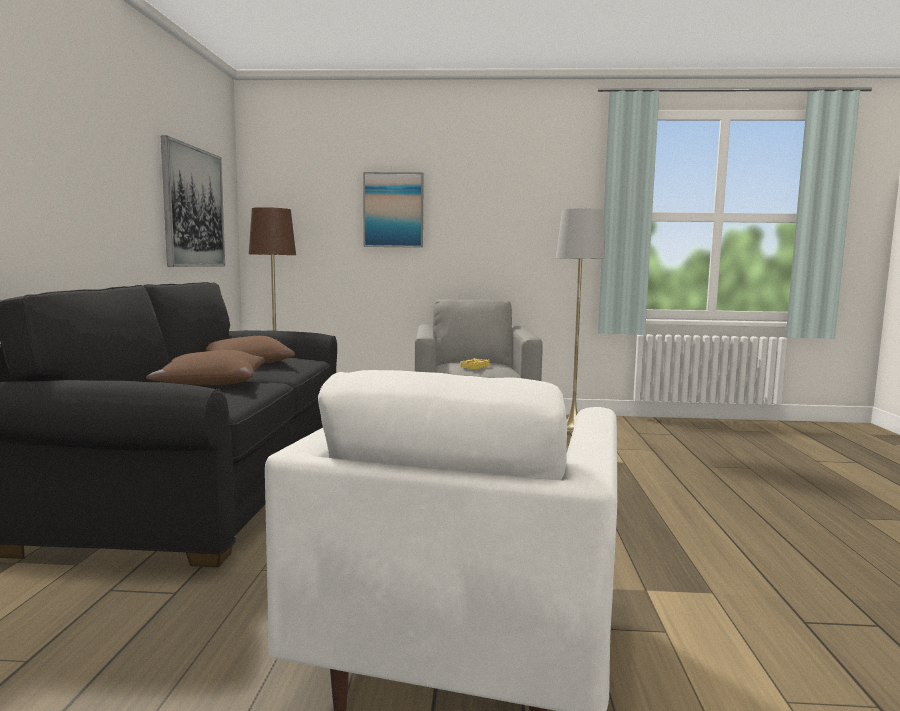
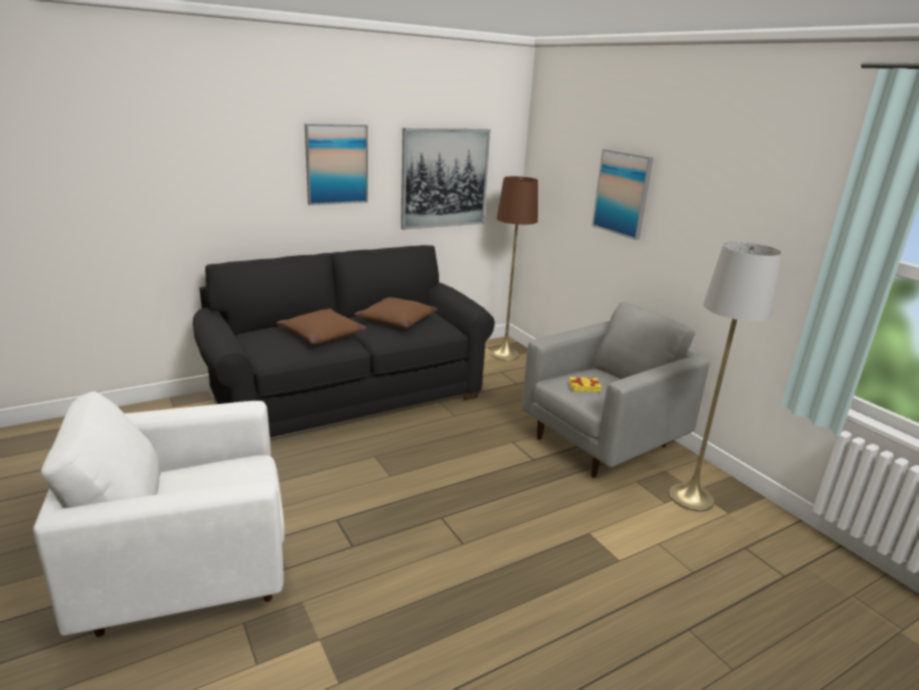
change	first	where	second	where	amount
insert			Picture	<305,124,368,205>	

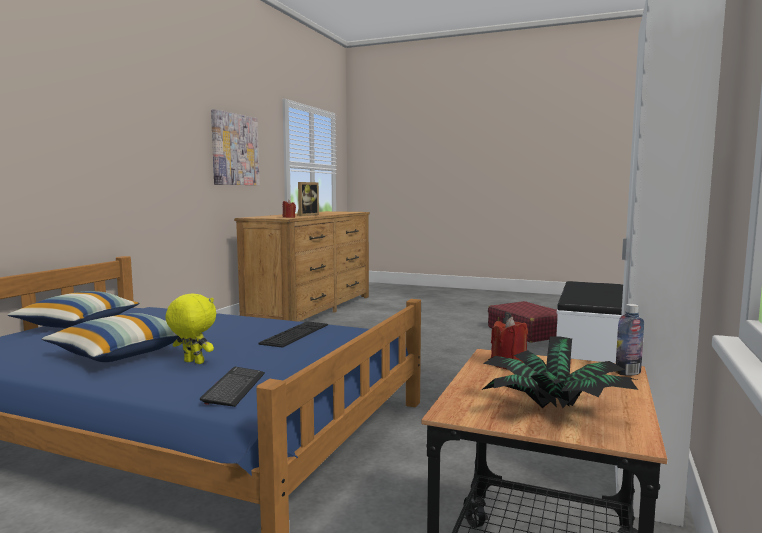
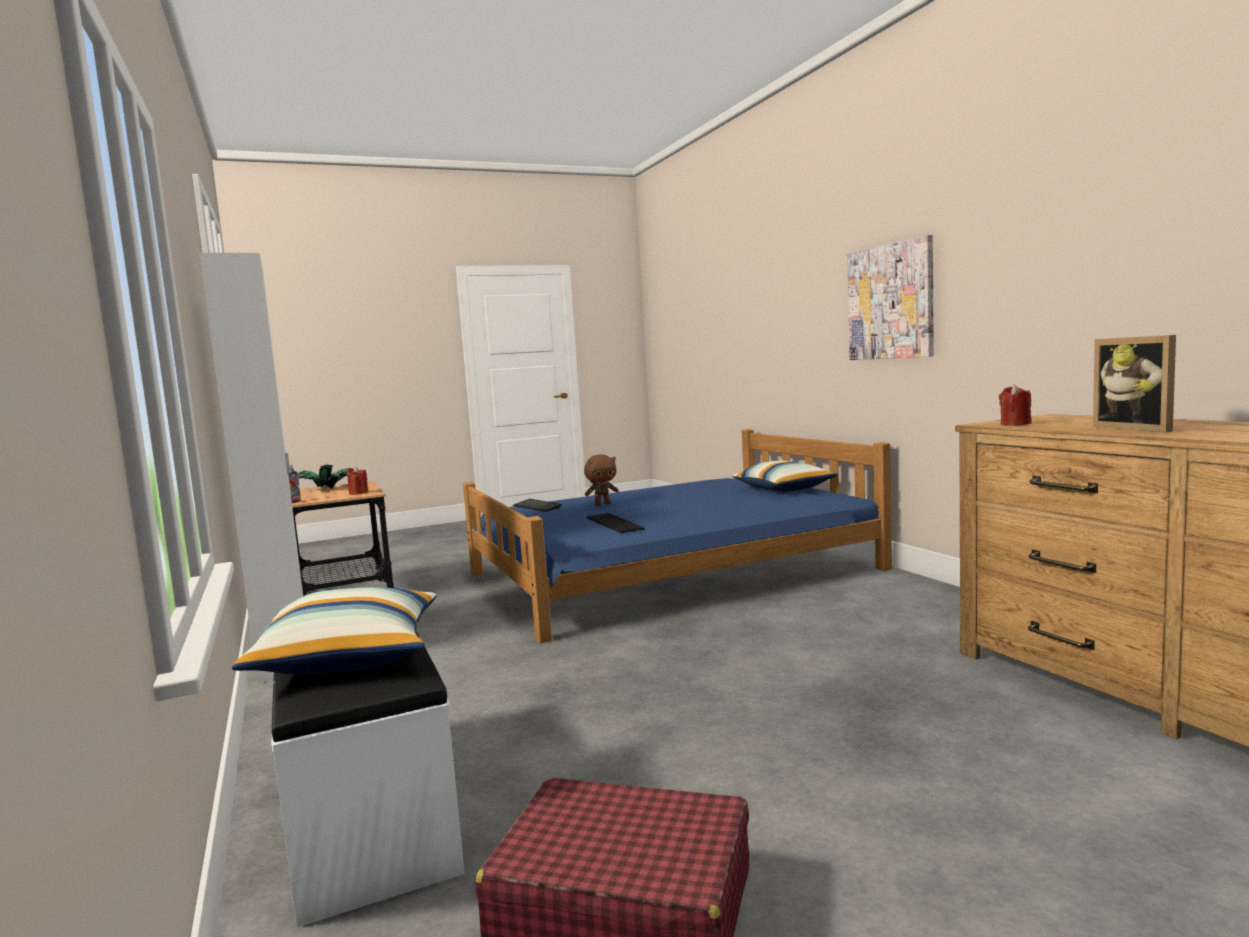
change	first	where	second	where	amount
move	Pillow	<42,313,179,362>		<232,587,437,675>	
move	Picture	<211,109,260,185>		<847,235,934,360>	
recolor	YellowPlushToy	<165,293,216,364>	BrownPlushToy	<584,454,619,505>	

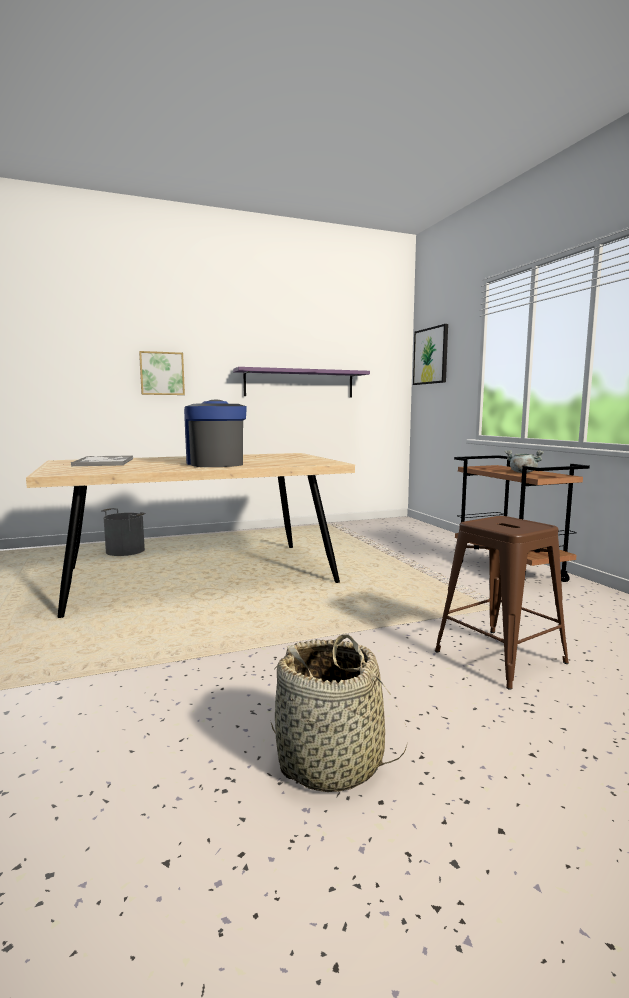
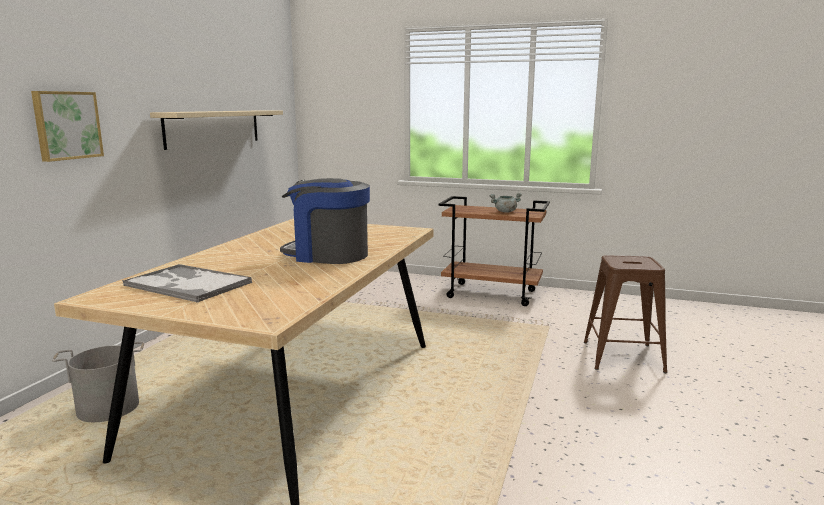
change	first	where	second	where	amount
delete	Basket	<271,634,408,792>			
delete	Picture	<413,324,448,385>			
recolor	PurpleShelf	<233,367,370,397>	BeigeShelf	<150,110,283,150>	

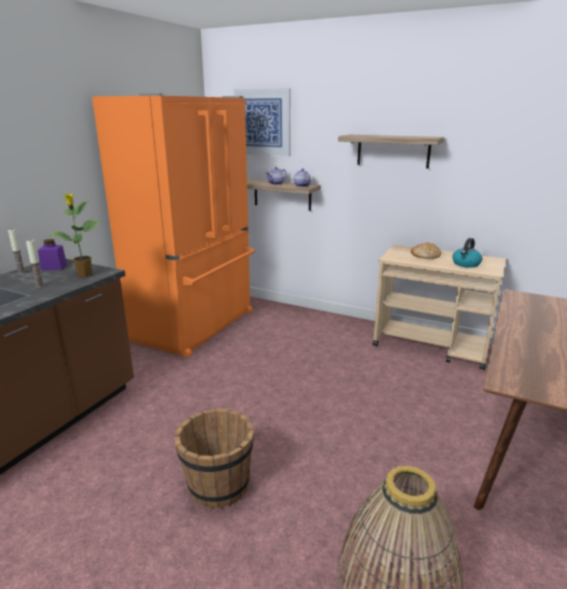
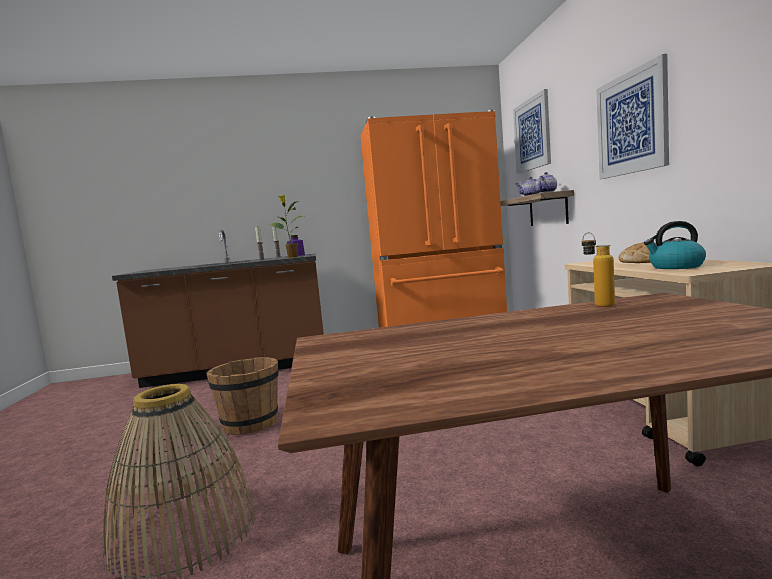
change	first	where	second	where	amount
insert			Bottle	<582,232,615,307>	
replace	Shelf	<338,135,444,169>	Picture	<596,54,669,179>	

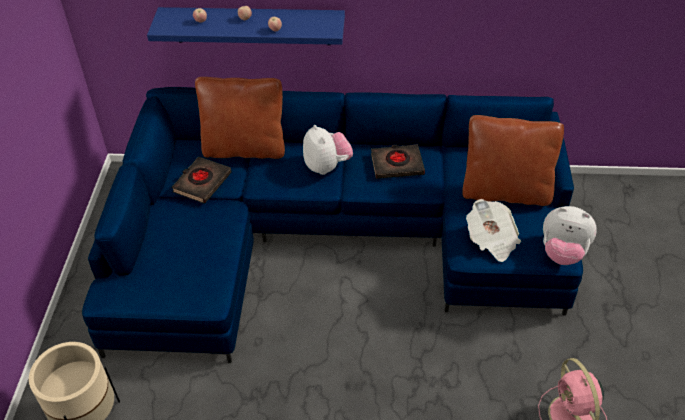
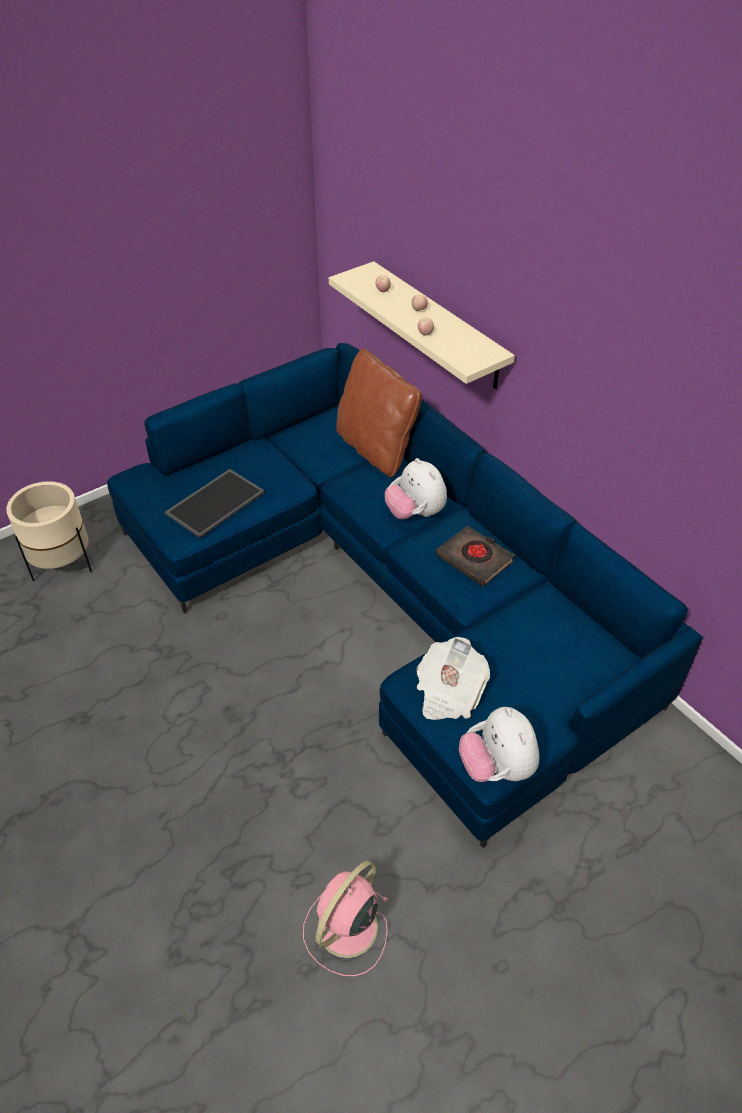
change	first	where	second	where	amount
delete	BlackBook	<172,156,232,204>			
delete	BrownPillow	<462,115,564,206>			
insert			Tray	<165,469,265,538>	
recolor	BlueShelf	<147,7,345,45>	BeigeShelf	<329,261,515,389>	
rotate	PlushToy	<303,125,353,175>		<385,458,447,519>	120 degrees clockwise

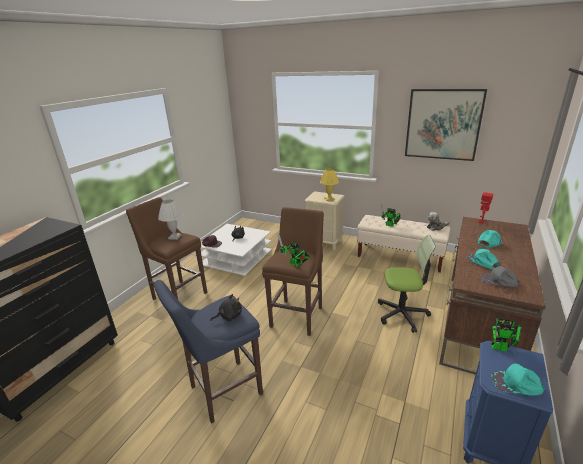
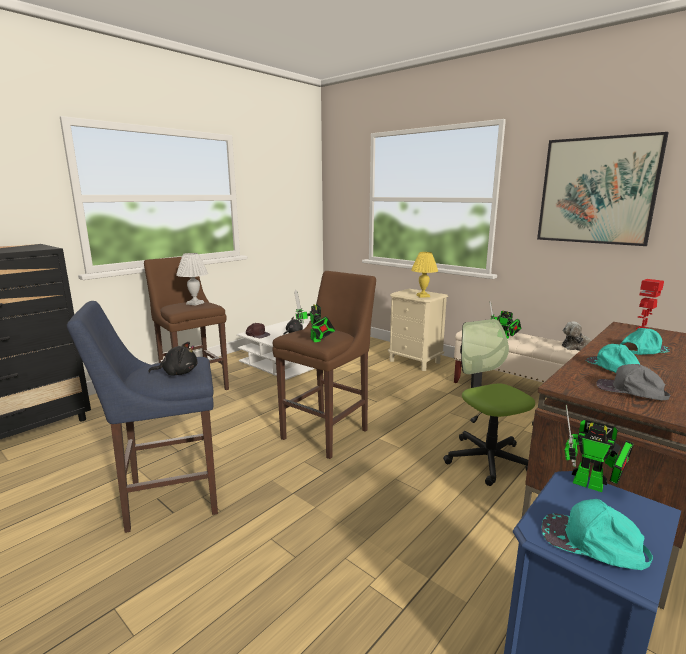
change	first	where	second	where	amount
rotate	OfficeChair	<378,235,436,333>		<443,319,535,486>	135 degrees counterclockwise

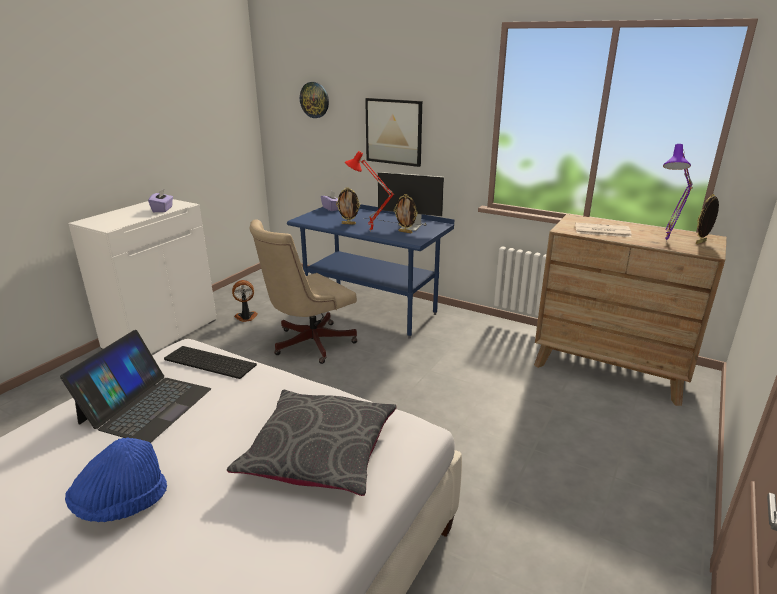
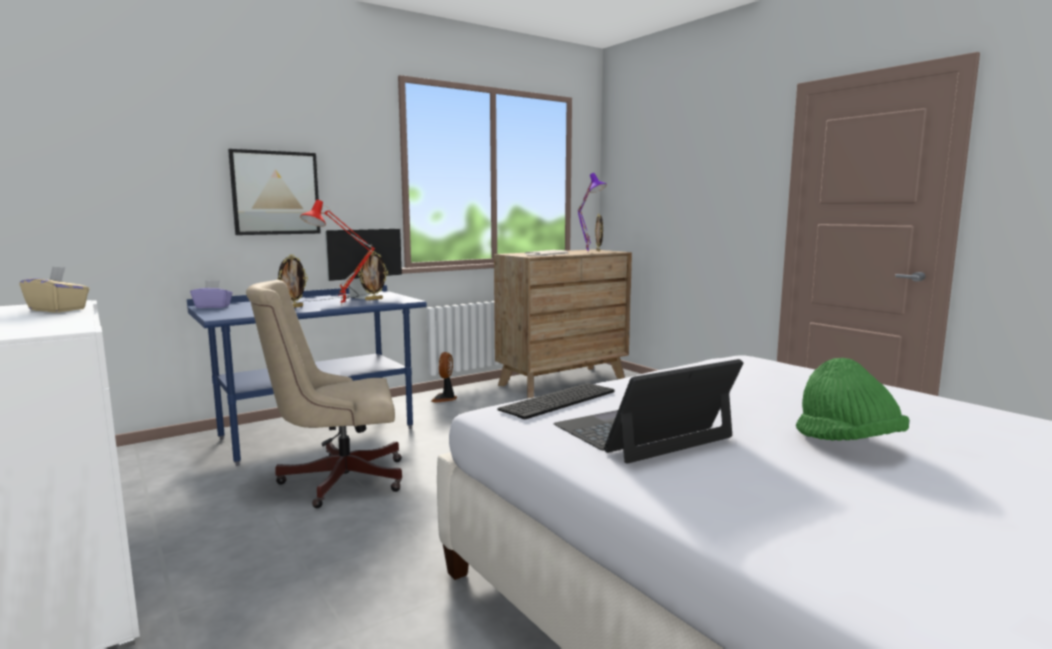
change	first	where	second	where	amount
delete	GreyPillow	<227,390,396,496>			
delete	WallClock	<300,82,329,118>			
move	Fan	<232,280,258,322>		<431,352,457,402>	
recolor	BlueHat	<65,437,167,522>	GreenHat	<796,358,909,441>	
recolor	PurpleTissueBox	<148,189,173,212>	BeigeTissueBox	<19,266,89,313>	
rotate	Laptop	<60,330,211,443>		<553,359,743,463>	75 degrees counterclockwise
rotate	BeigeOfficeChair	<249,219,357,364>		<246,280,402,508>	90 degrees clockwise

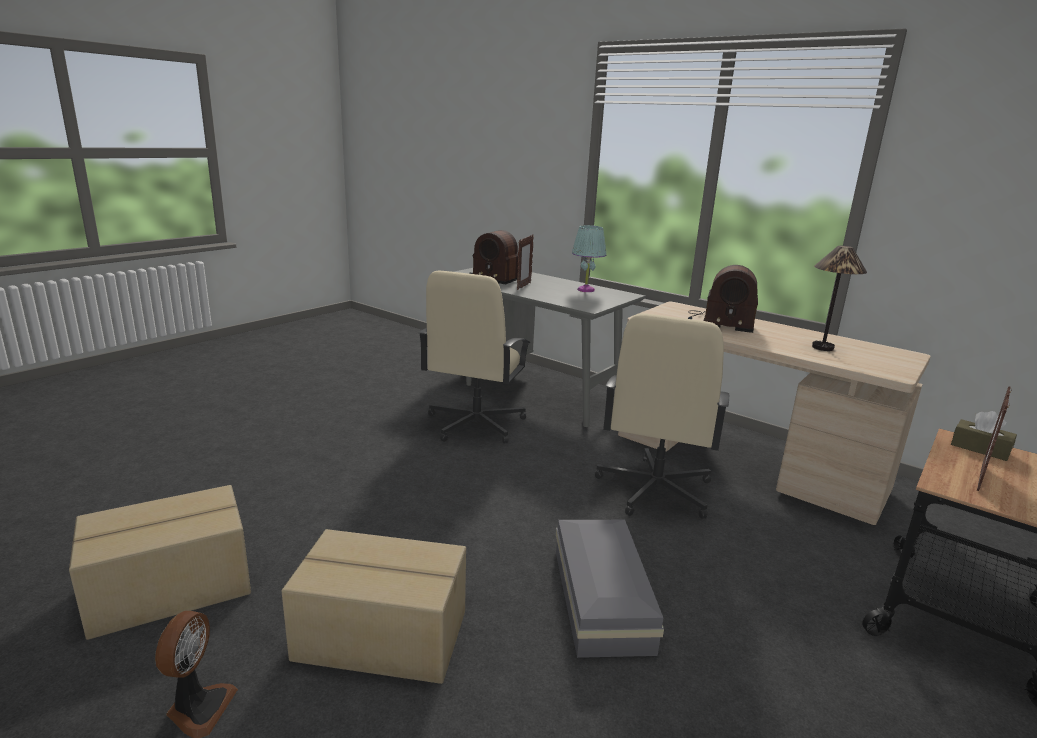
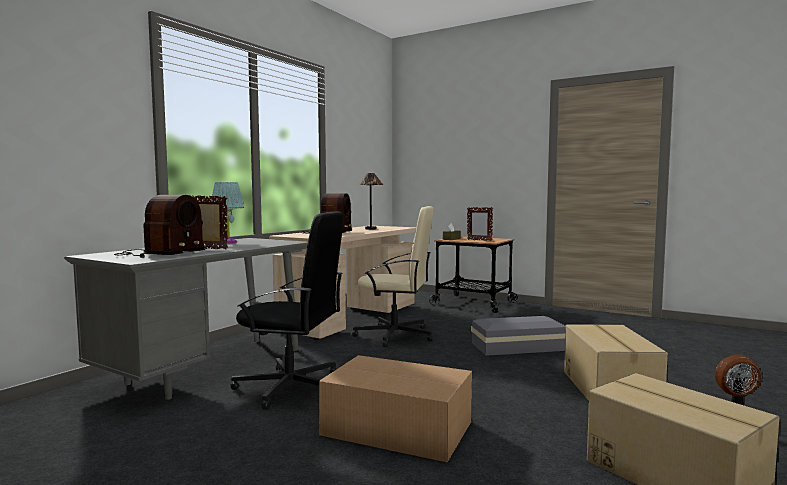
change	first	where	second	where	amount
insert			CardboardBox	<319,355,472,462>	
recolor	BeigeOfficeChair	<418,271,530,444>	BlackOfficeChair	<231,212,343,410>	

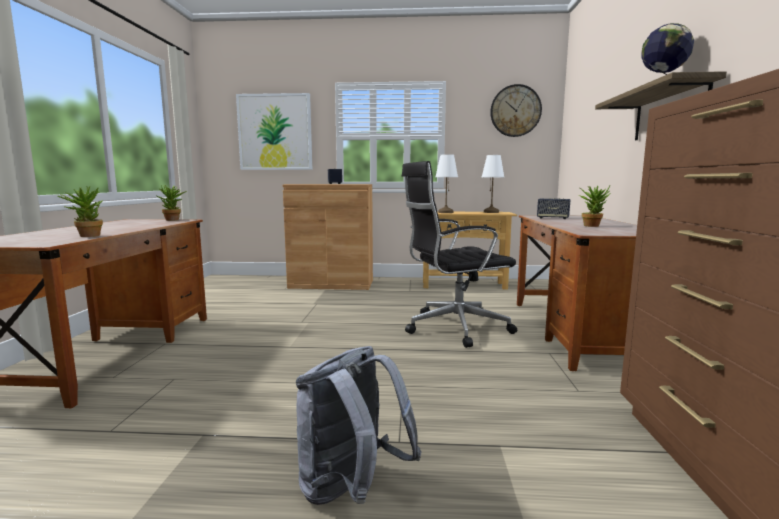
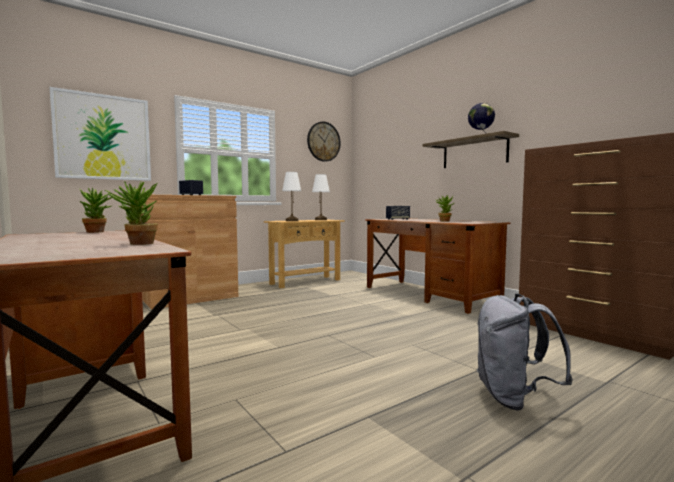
change	first	where	second	where	amount
delete	BlackOfficeChair	<402,161,517,348>			

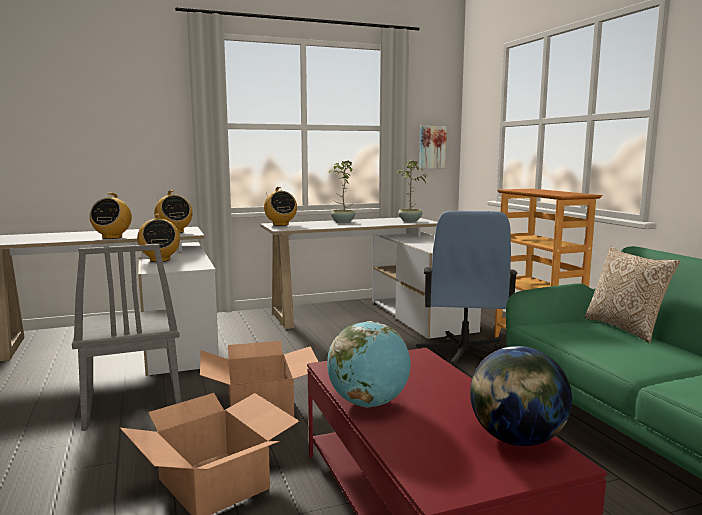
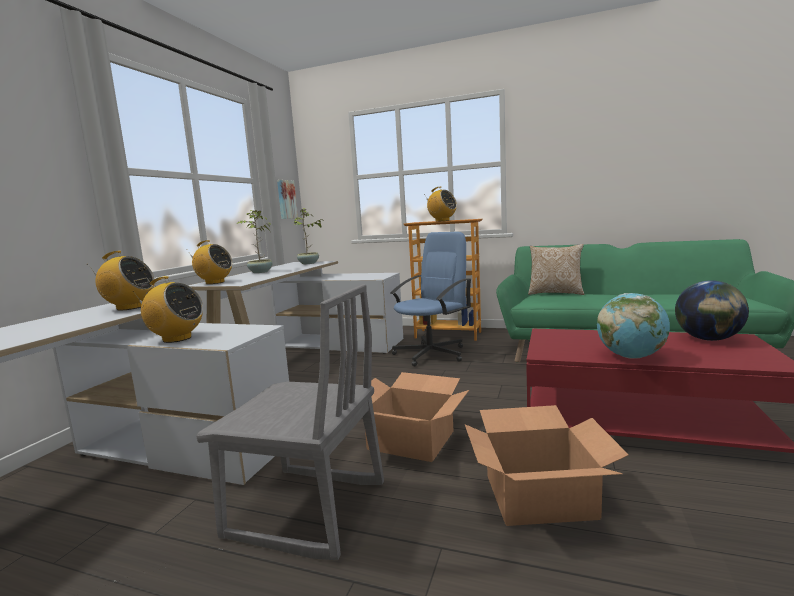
change	first	where	second	where	amount
move	Radio	<90,193,132,239>		<424,187,457,222>	
rotate	BlueOfficeChair	<416,211,518,368>		<390,232,471,367>	90 degrees counterclockwise

